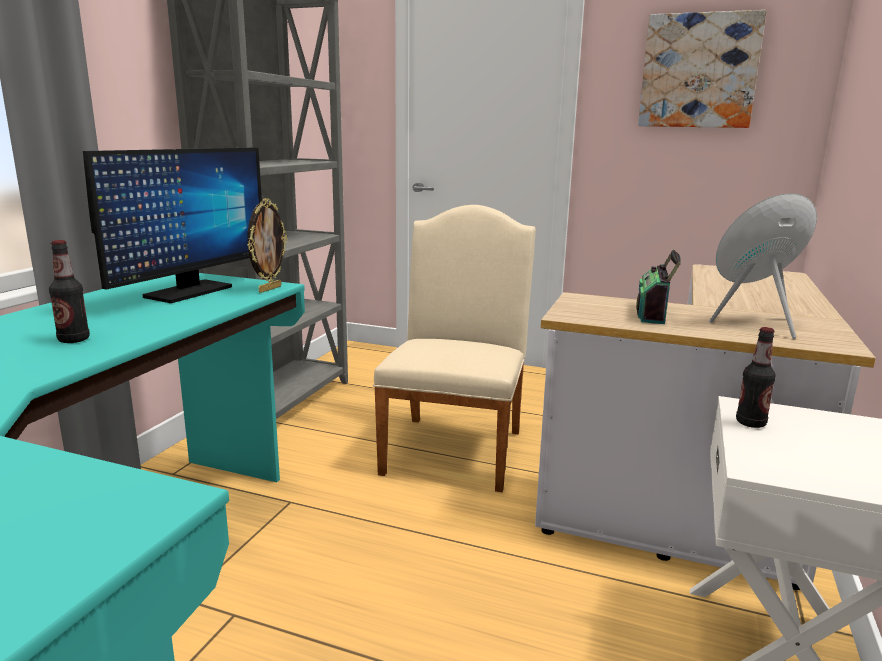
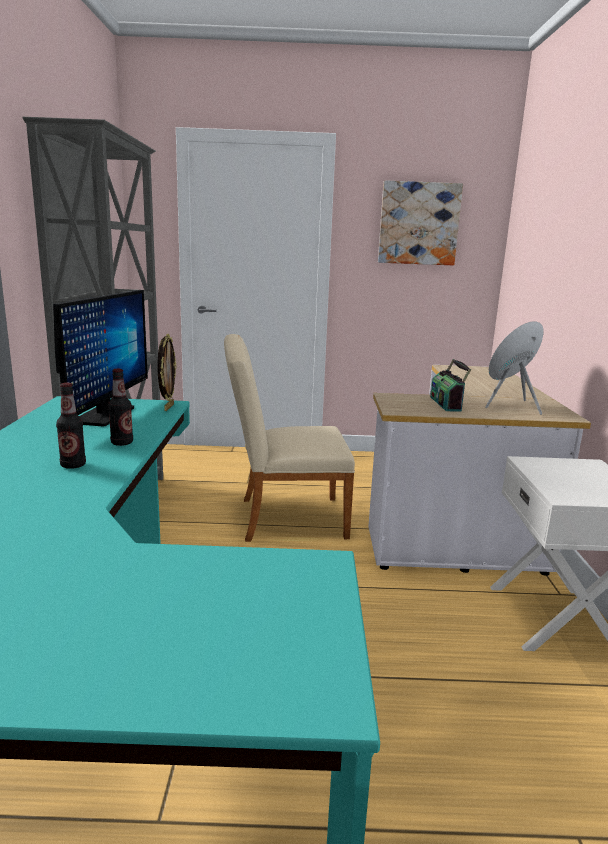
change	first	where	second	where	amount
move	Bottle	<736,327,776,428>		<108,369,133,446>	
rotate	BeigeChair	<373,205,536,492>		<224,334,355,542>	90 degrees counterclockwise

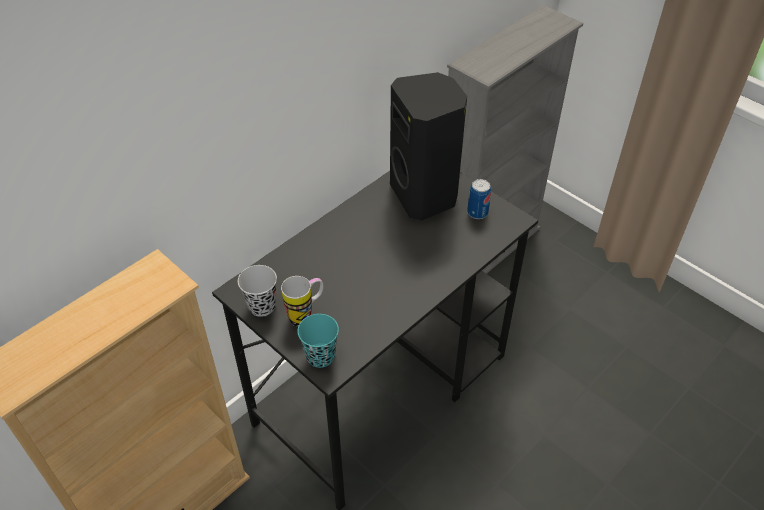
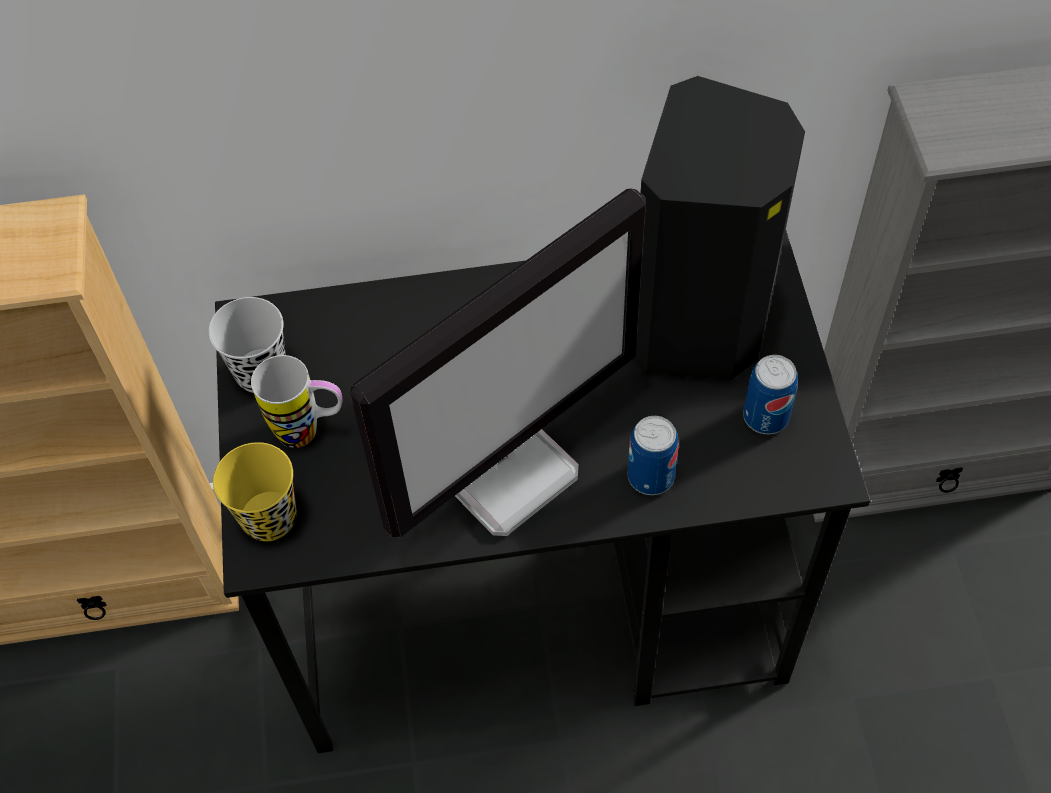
change	first	where	second	where	amount
insert			Monitor	<350,189,646,537>	
insert			Can	<628,416,679,495>	
recolor	TurquoiseCup	<297,314,339,368>	YellowCup	<213,442,297,541>	

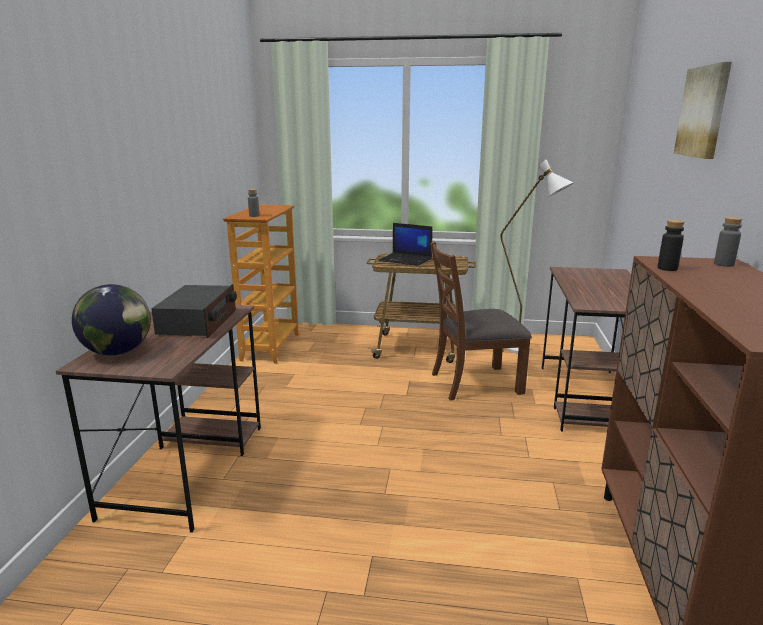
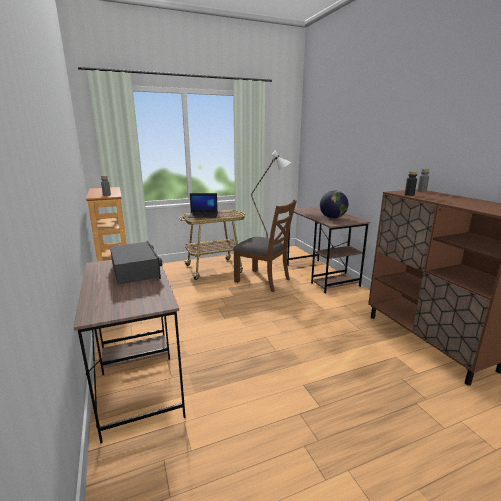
change	first	where	second	where	amount
delete	Picture	<674,62,732,159>			
move	Globe	<72,284,151,356>		<320,190,348,219>	
rotate	BrownChair	<430,242,532,400>		<233,200,297,292>	105 degrees counterclockwise

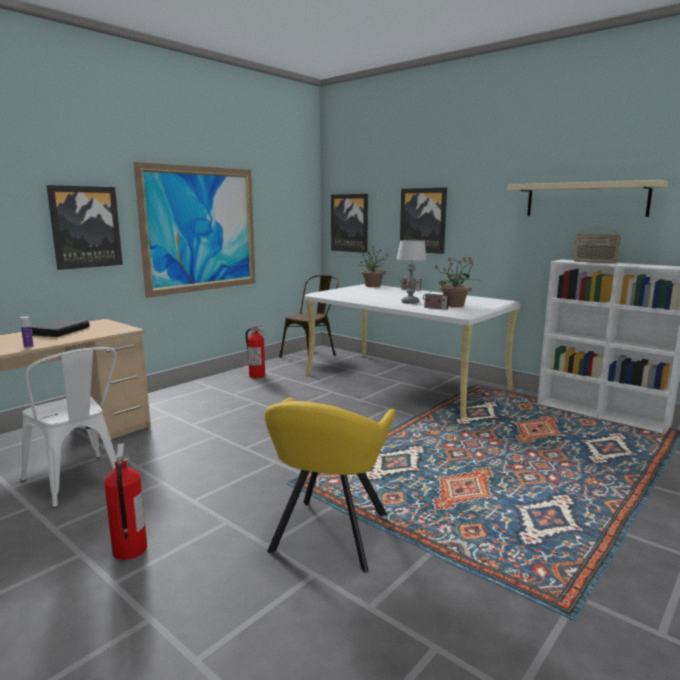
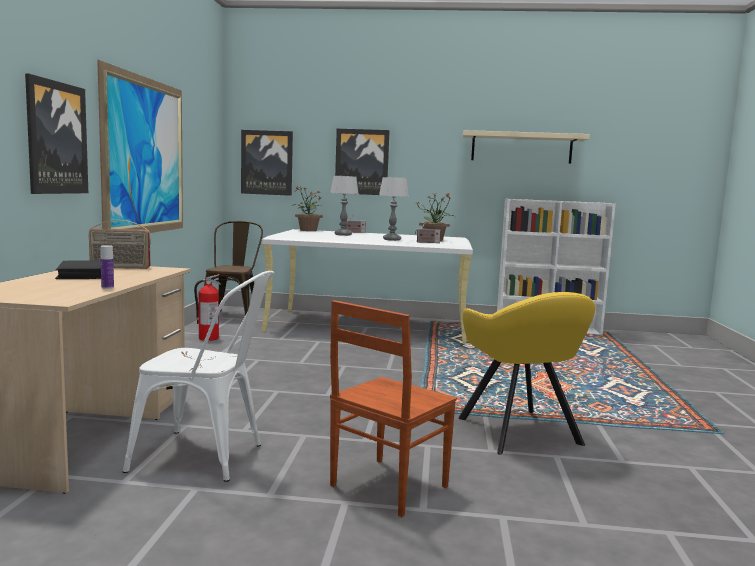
change	first	where	second	where	amount
insert			TableLamp	<330,176,358,236>	
move	Radio	<573,228,621,263>		<89,220,151,269>	
replace	FireExtinguisher	<104,443,147,560>	BrownChair	<330,300,457,517>	

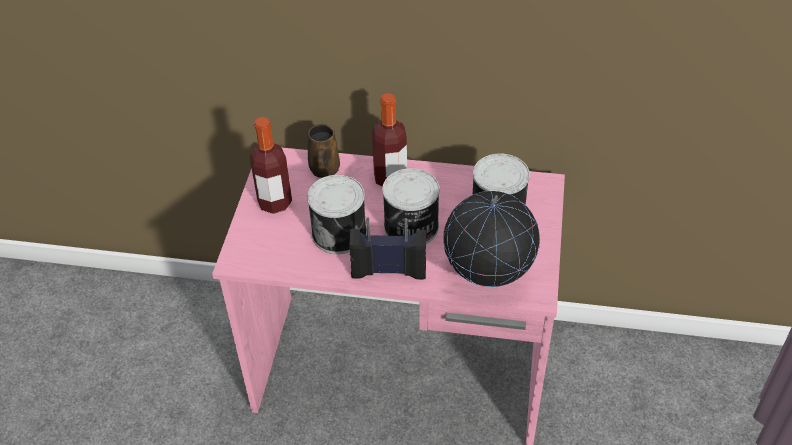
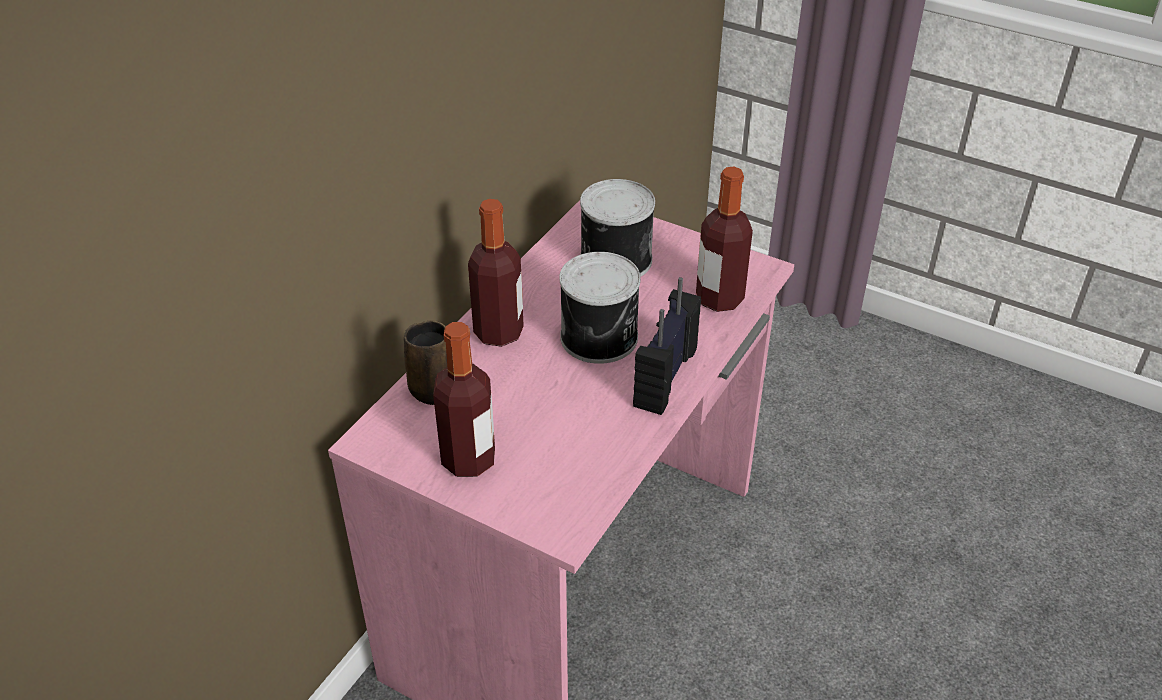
change	first	where	second	where	amount
delete	Can	<307,175,367,254>			
replace	Globe	<443,191,540,287>	Bottle	<696,167,753,312>	

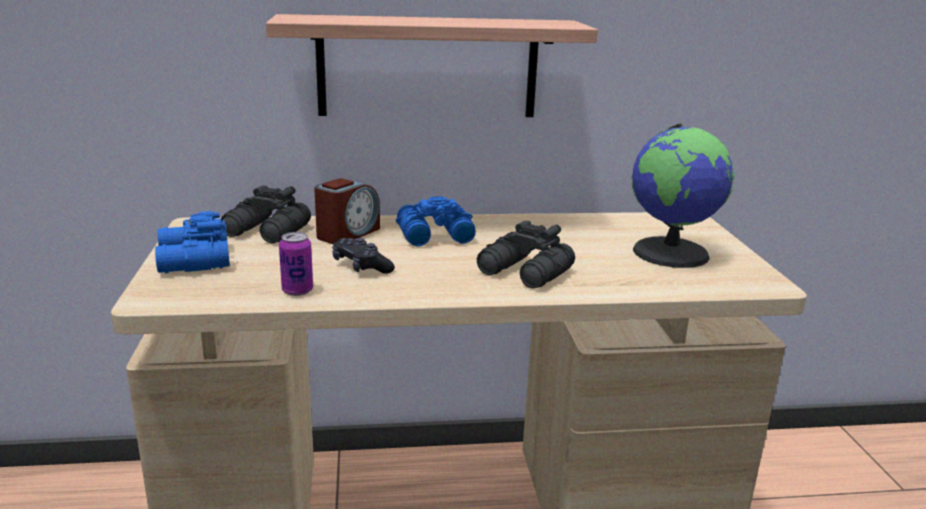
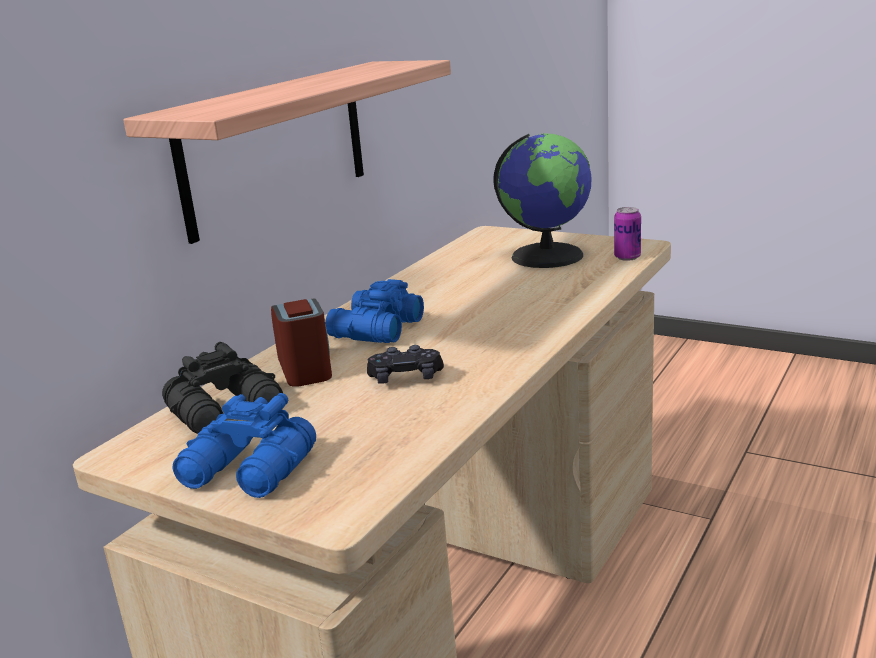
change	first	where	second	where	amount
delete	BlackBinoculars	<477,221,575,289>			
move	Can	<279,232,313,296>		<614,207,641,261>	

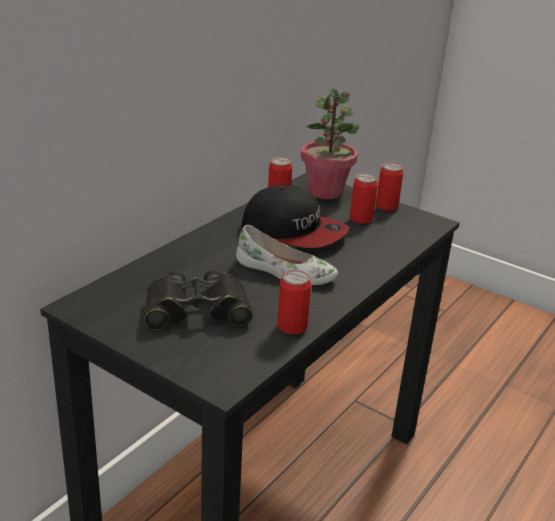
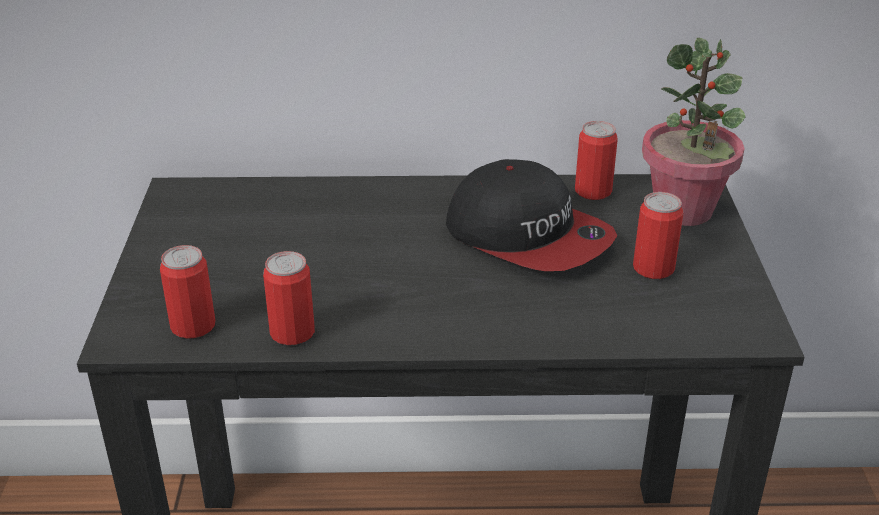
change	first	where	second	where	amount
delete	BlackBinoculars	<144,270,253,330>			
delete	WhiteShoe	<236,225,338,285>			
move	Can	<376,162,403,211>		<160,245,215,339>	
rotate	Cap	<242,185,349,248>		<446,159,618,271>	45 degrees counterclockwise

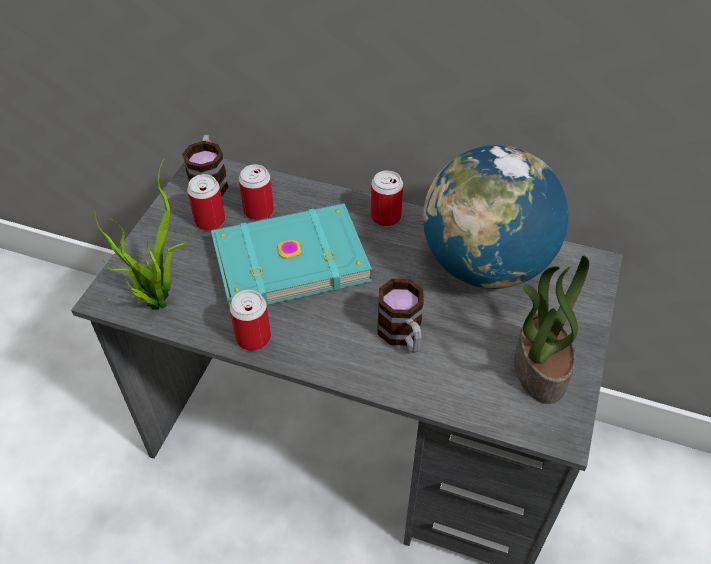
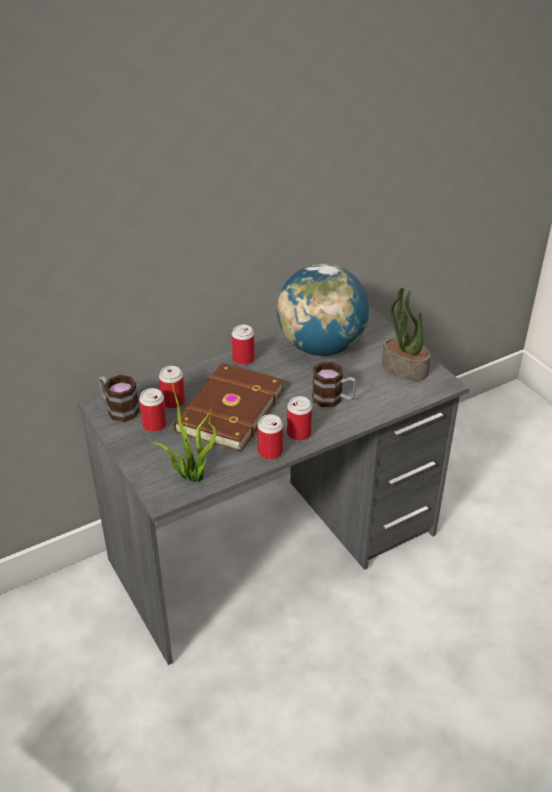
change	first	where	second	where	amount
insert			Can	<287,396,312,441>	
recolor	TurquoiseBook	<211,203,372,310>	BrownBook	<173,363,284,452>	

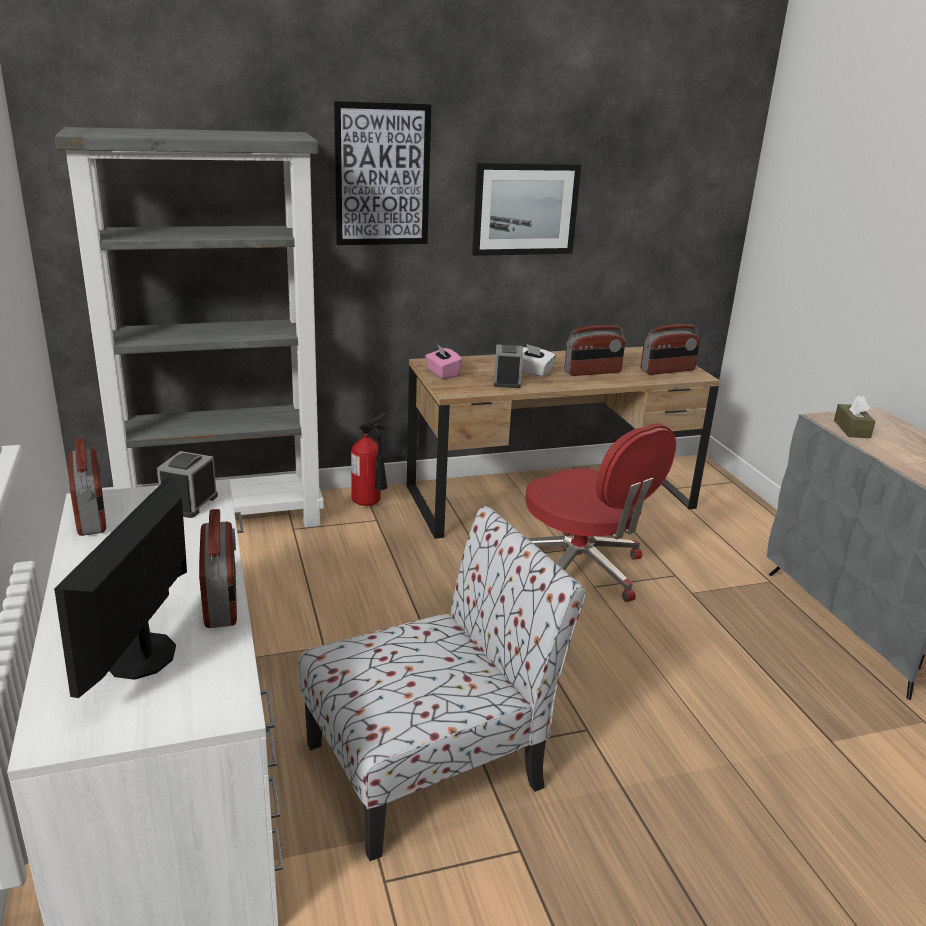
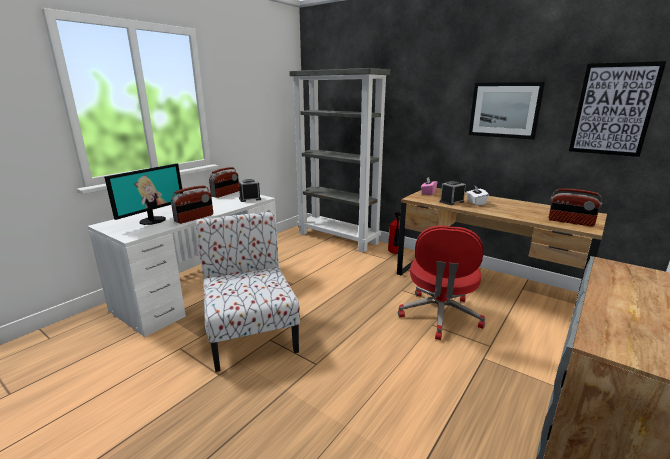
change	first	where	second	where	amount
delete	Radio	<564,325,625,376>			
delete	BrownTissueBox	<834,395,876,438>			
move	Picture	<334,101,431,245>		<569,61,666,157>	
rotate	Monitor	<54,477,187,698>		<104,163,183,225>	150 degrees clockwise
rotate	Chair	<298,506,586,861>		<195,211,300,372>	135 degrees counterclockwise

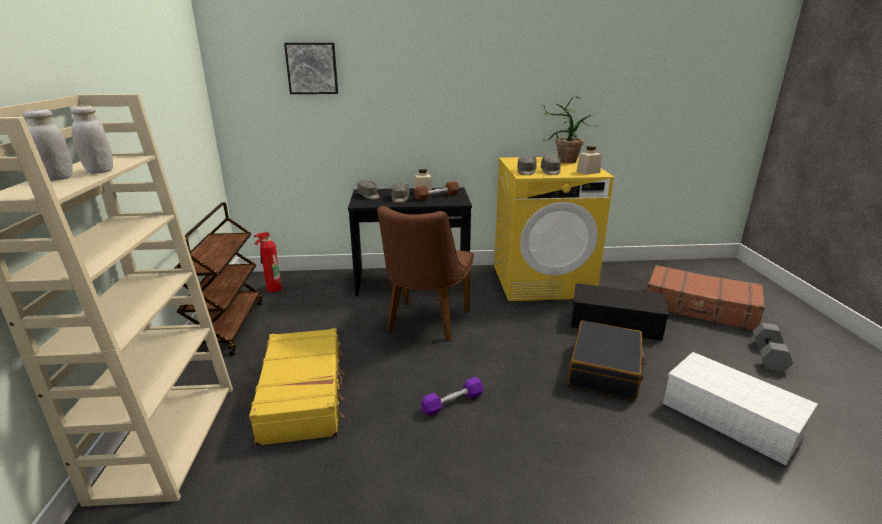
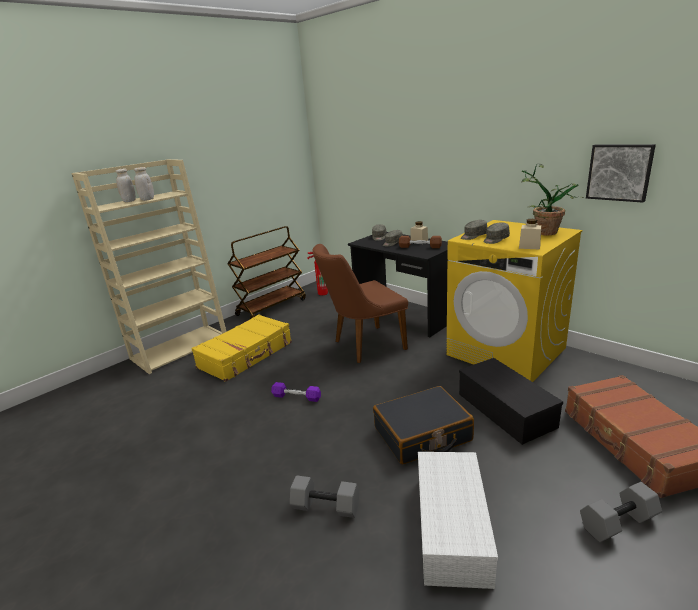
change	first	where	second	where	amount
insert			GreyDumbbell	<290,475,359,518>	
move	Picture	<284,43,338,94>		<586,144,656,203>	

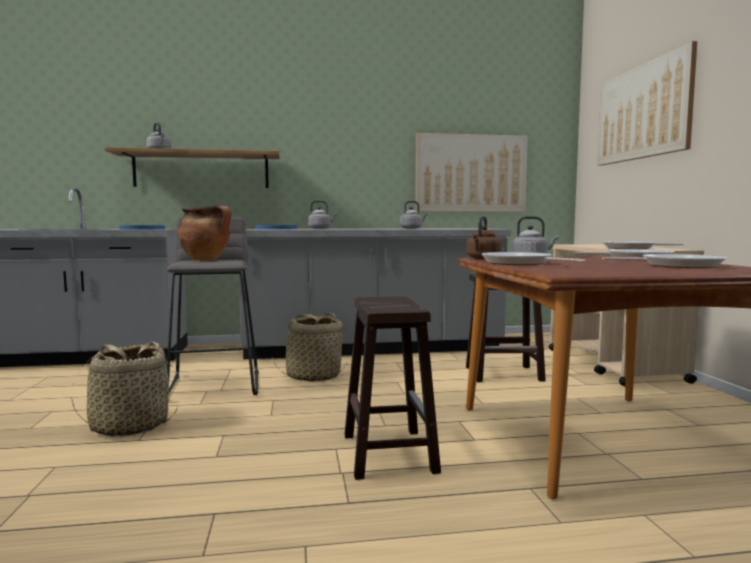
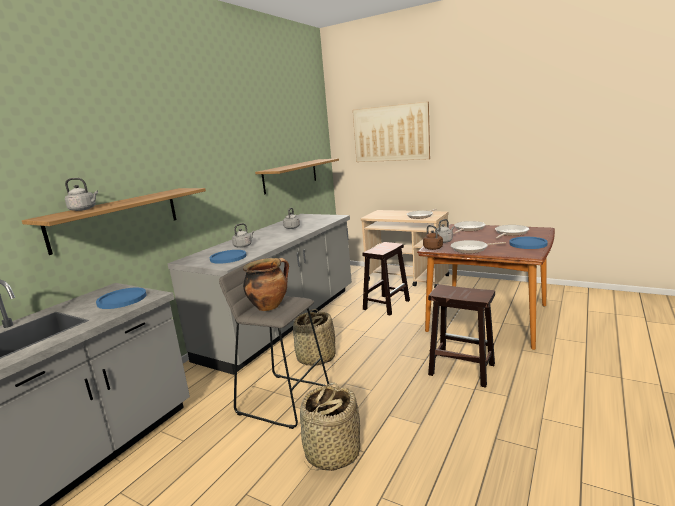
change	first	where	second	where	amount
insert			BluePlate	<509,237,548,249>	
replace	Picture	<415,133,528,212>	Shelf	<255,158,339,195>	

